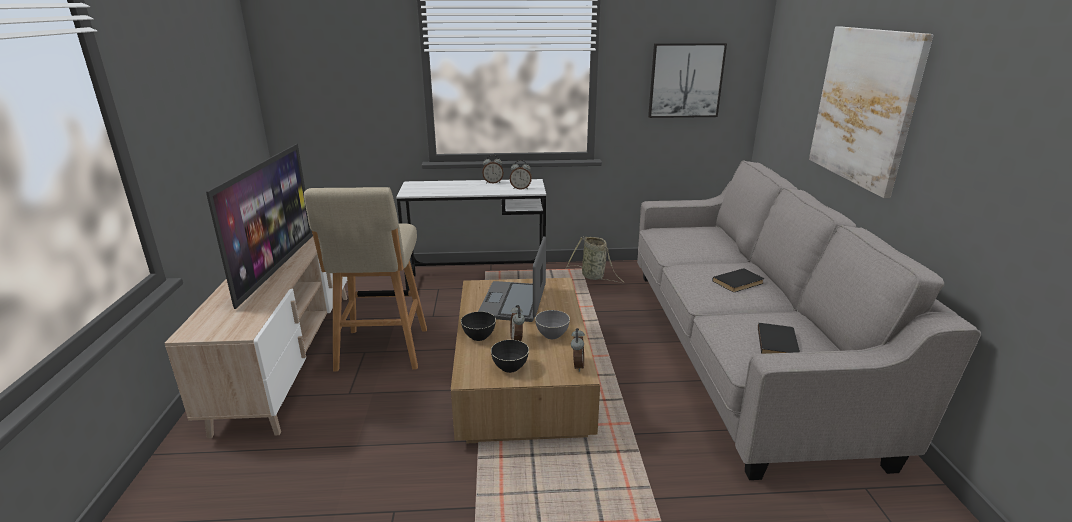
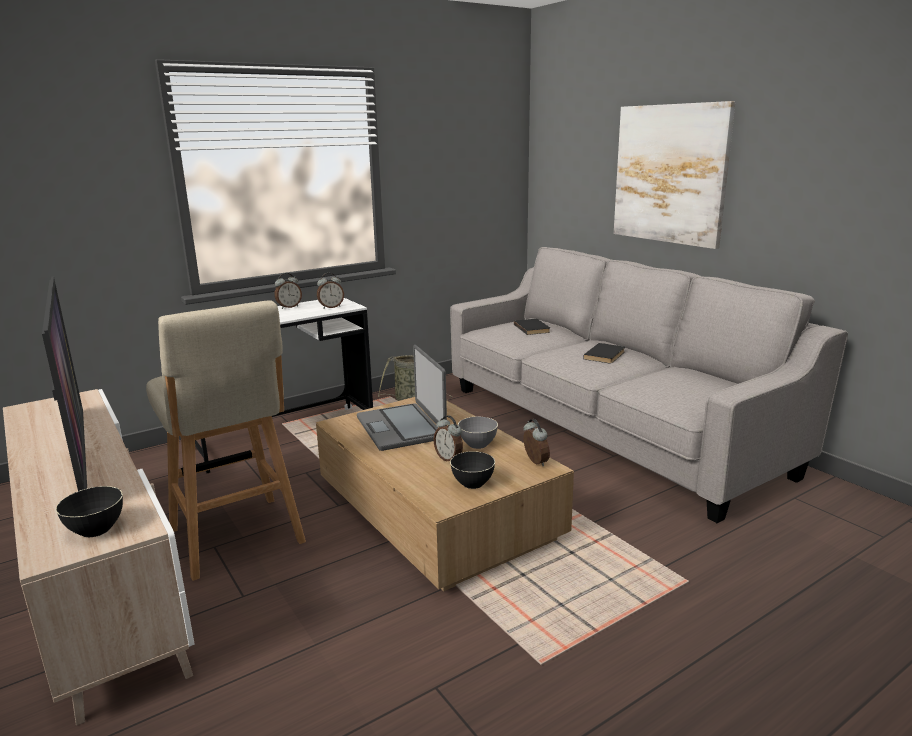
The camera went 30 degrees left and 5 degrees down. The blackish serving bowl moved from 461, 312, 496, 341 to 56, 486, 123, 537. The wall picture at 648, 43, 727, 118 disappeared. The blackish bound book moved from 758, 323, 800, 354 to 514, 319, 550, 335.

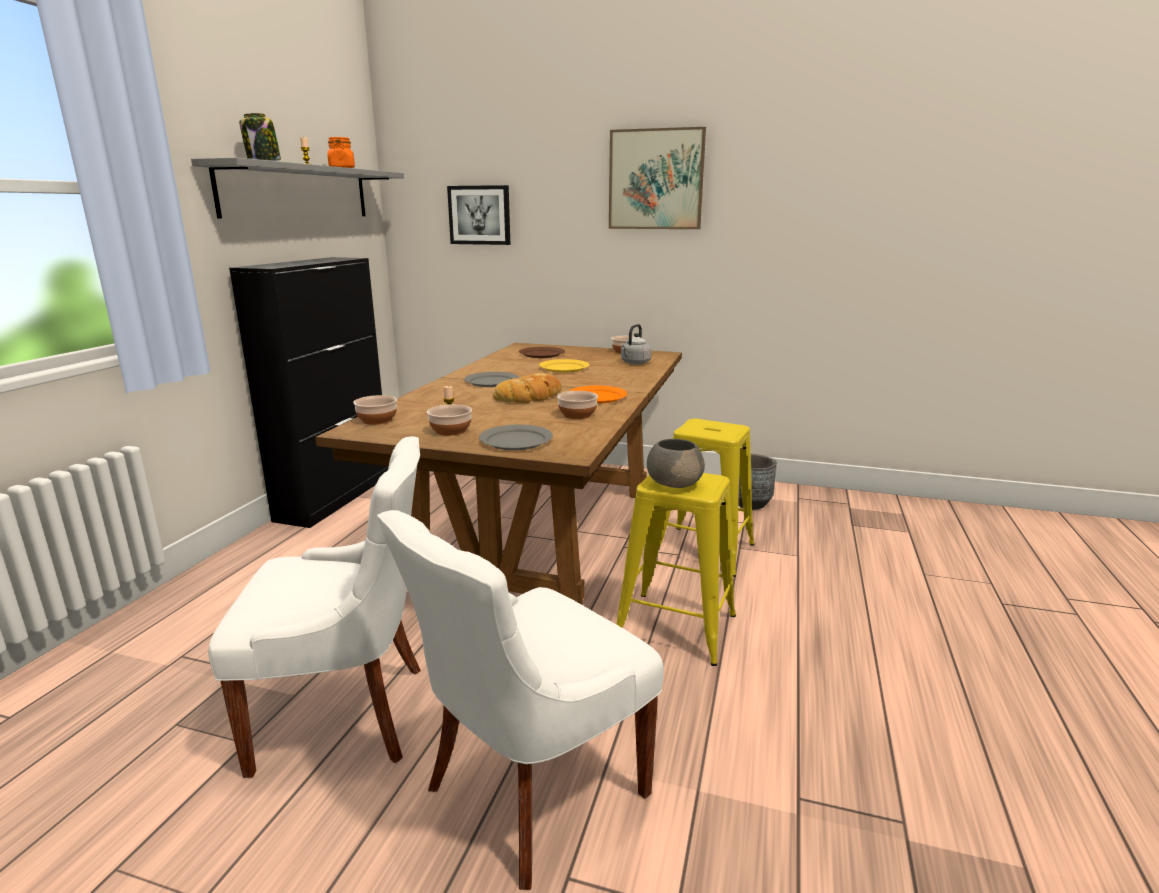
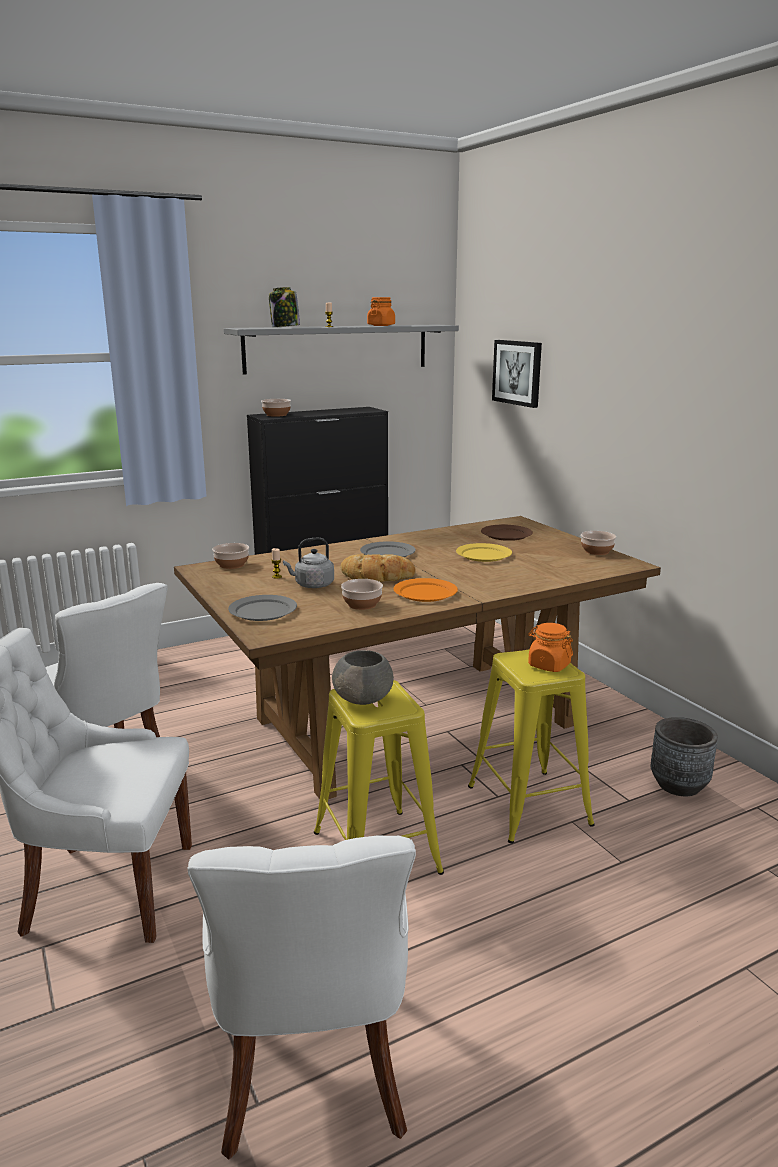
The camera went 45 degrees right and 0 degrees up. The serving bowl moved from 427, 404, 472, 436 to 261, 399, 291, 417. The wall picture at 609, 127, 706, 229 disappeared. The gray kettle moved from 621, 324, 652, 364 to 283, 538, 334, 588. The whitish plain chair at 187, 836, 416, 1160 appeared. The orangey storage jar at 528, 623, 573, 672 appeared.

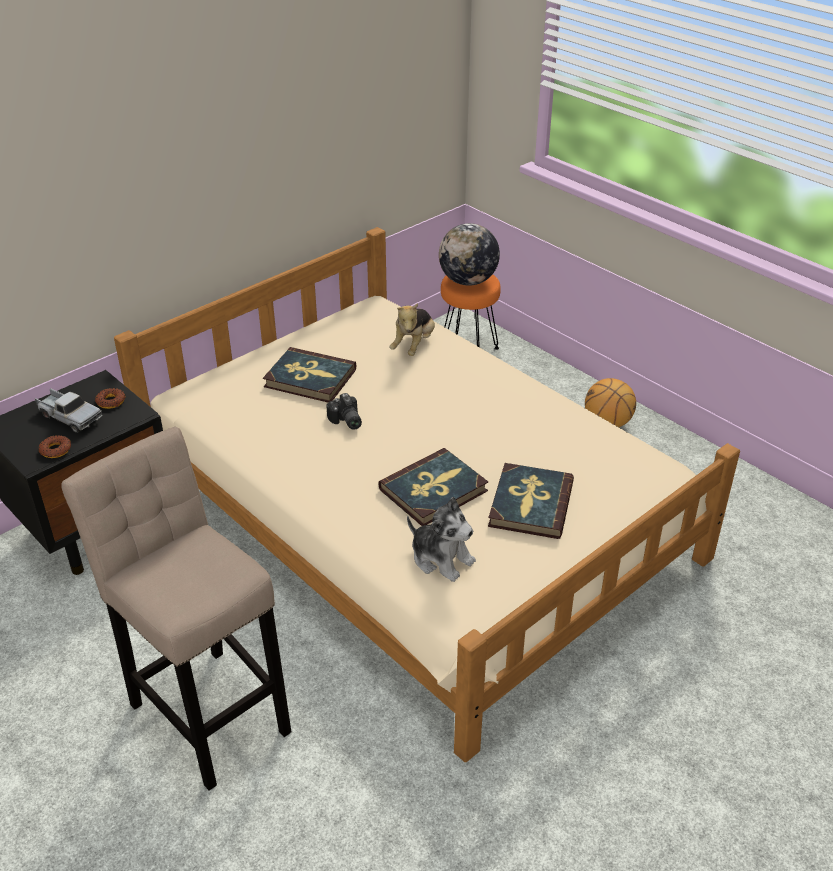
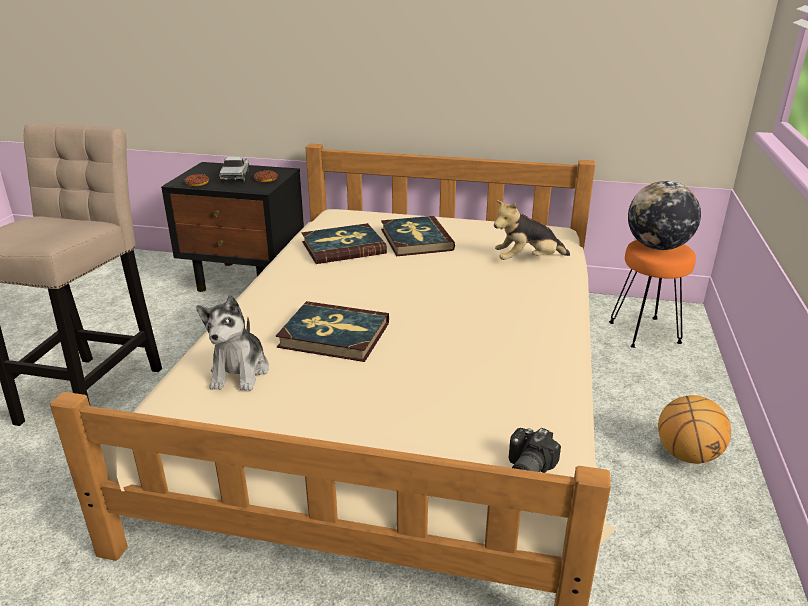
The camera went 55 degrees right and 10 degrees down. The photo camera moved from 326, 393, 362, 430 to 509, 428, 561, 473. The bound book moved from 488, 463, 574, 539 to 302, 223, 387, 264.

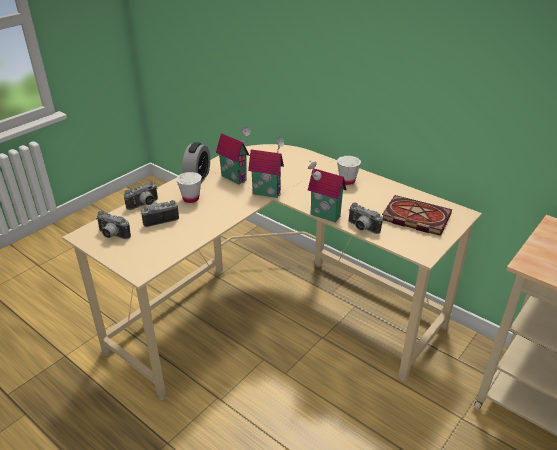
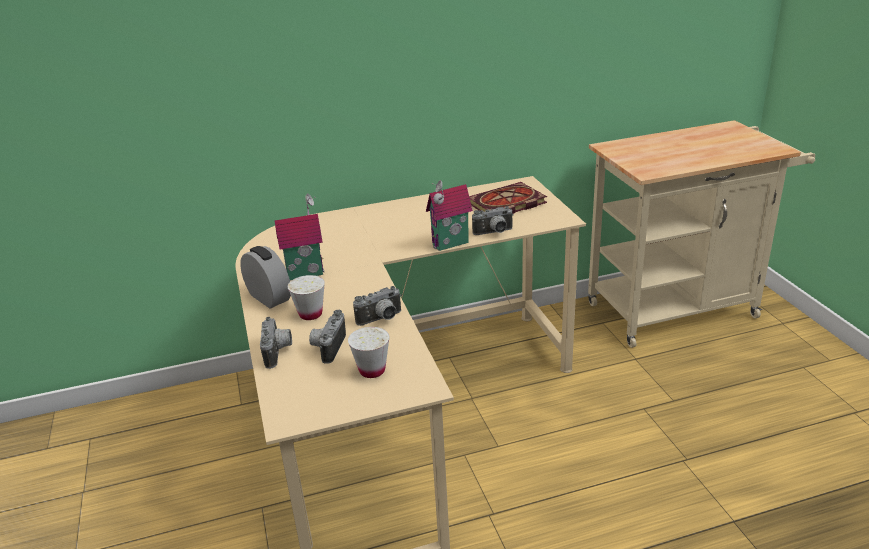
The camera went 55 degrees left and 5 degrees down. The photo camera moved from 97, 210, 131, 239 to 353, 286, 401, 326. The model house at 248, 137, 284, 198 disappeared. The whitish drinking cup moved from 337, 156, 361, 185 to 348, 327, 389, 378.

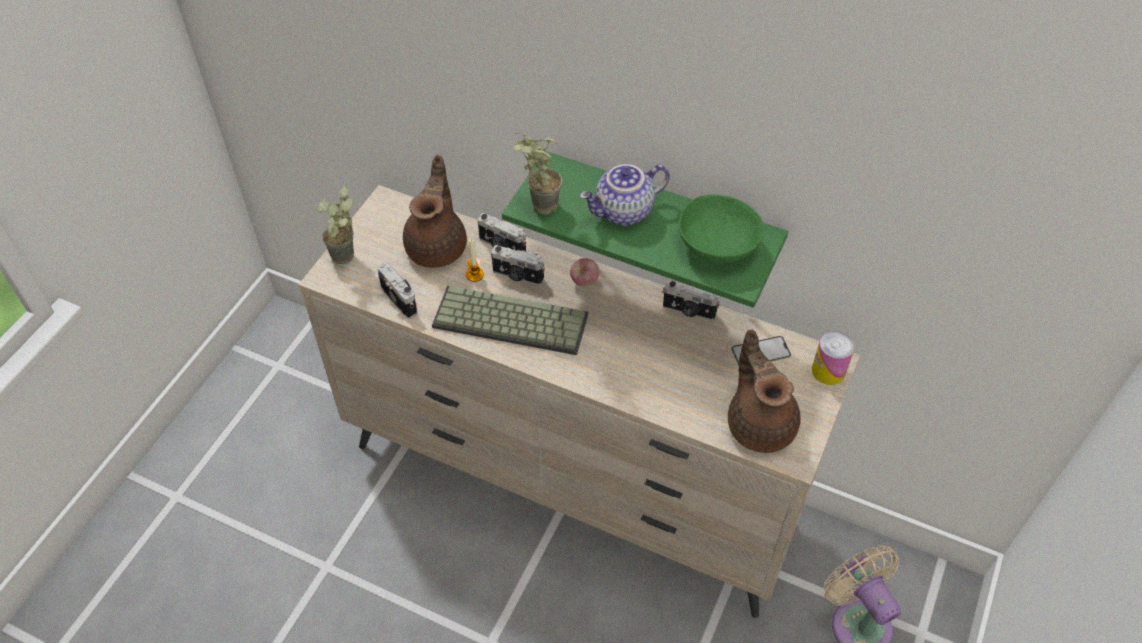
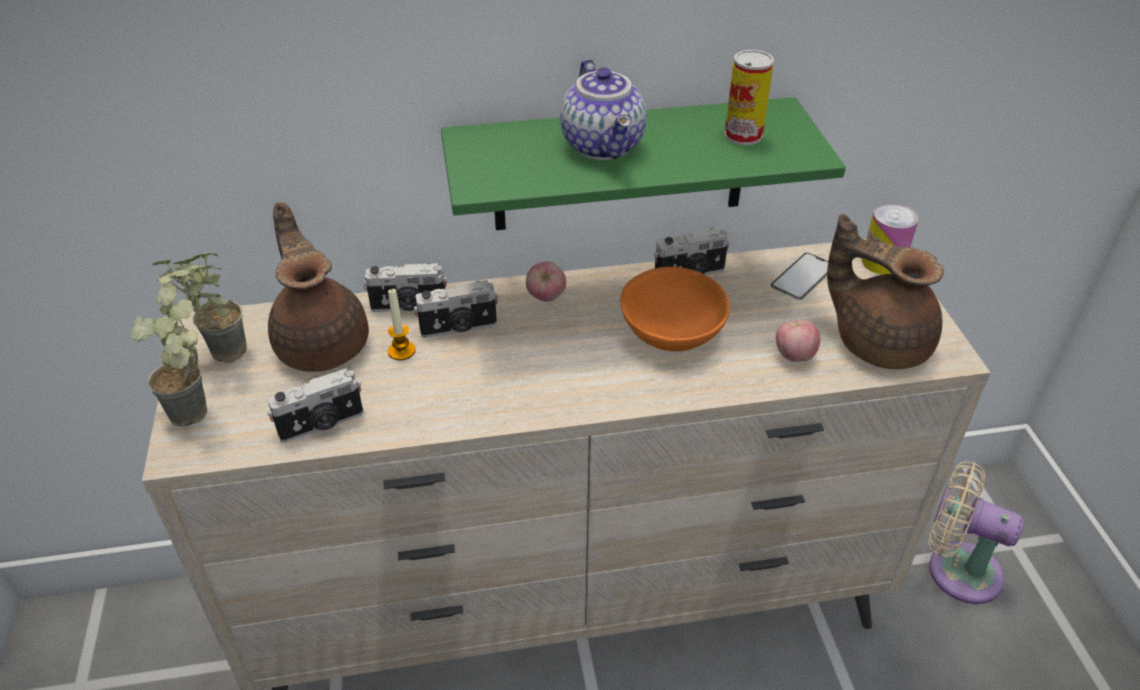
The camera went 35 degrees left and 10 degrees down. The photo camera at 378, 263, 418, 319 turned 135 degrees clockwise. The keyboard at 432, 286, 588, 355 disappeared. The potted plant moved from 514, 133, 562, 215 to 152, 252, 247, 363. The teapot at 580, 164, 670, 226 turned 45 degrees counterclockwise. The greenish serving bowl at 678, 194, 764, 263 was replaced by the can at 725, 50, 774, 145. The orangey serving bowl at 620, 267, 730, 352 appeared. The apple fruit at 776, 320, 820, 362 appeared.

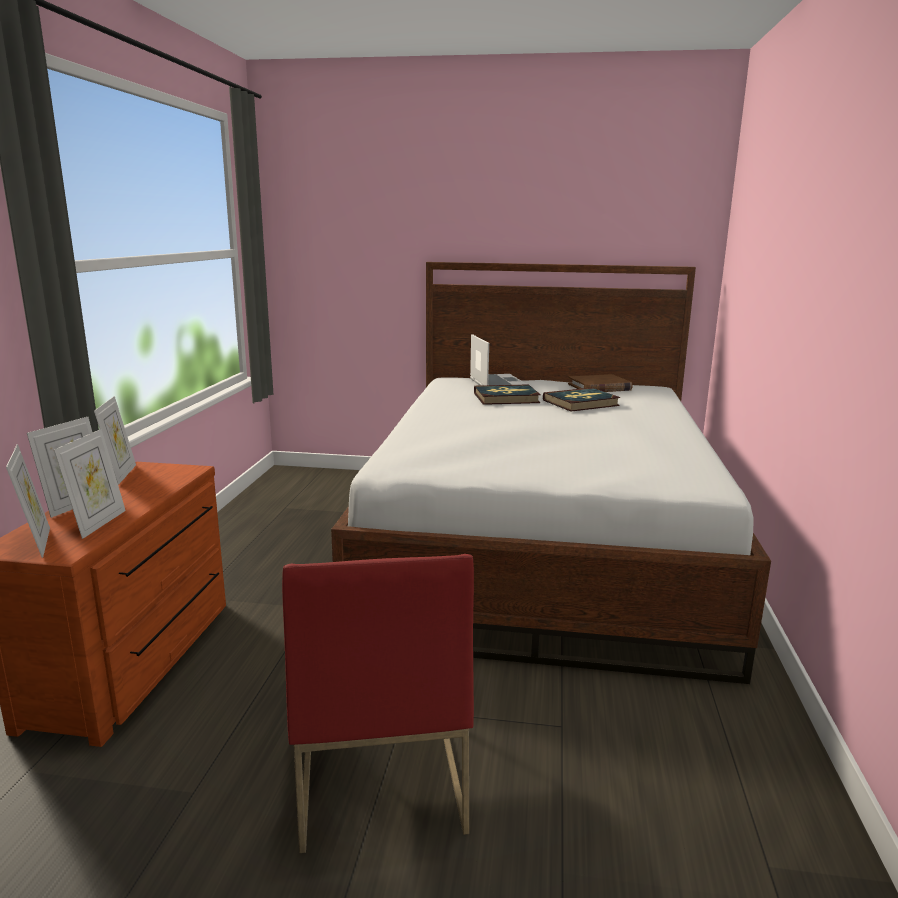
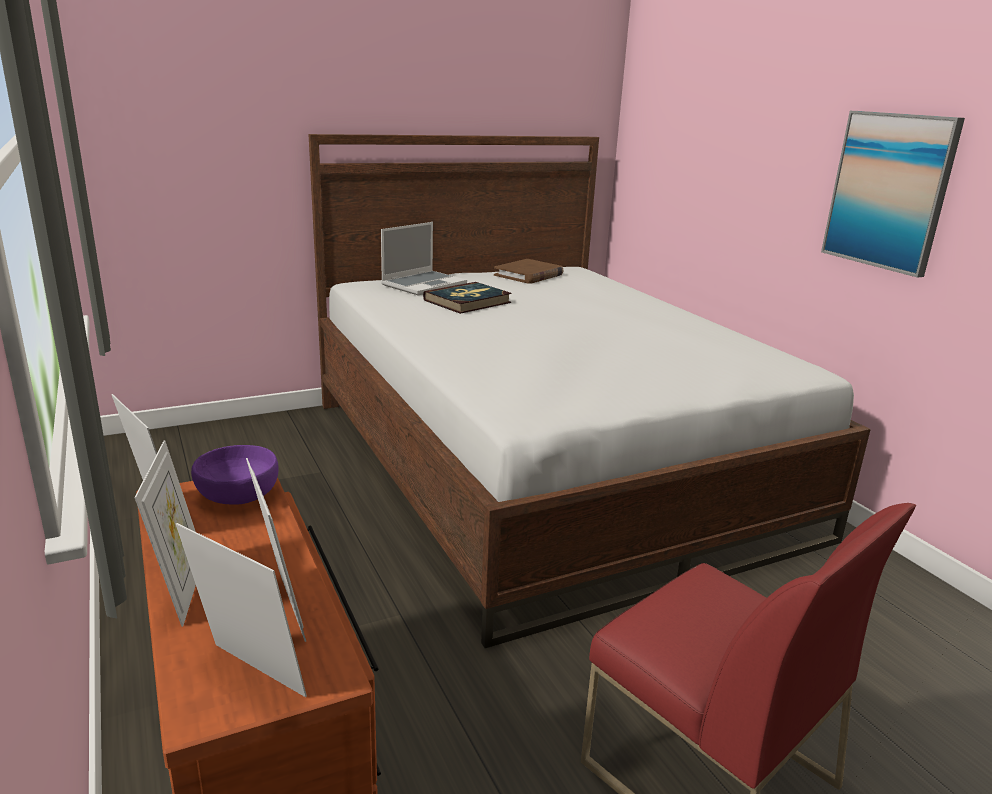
The camera went 35 degrees left and 5 degrees up. The notebook computer at 470, 334, 527, 386 turned 90 degrees clockwise. The bound book at 543, 388, 620, 412 disappeared. The purple-coloured serving bowl at 191, 445, 278, 505 appeared. The wall picture at 821, 111, 965, 278 appeared.

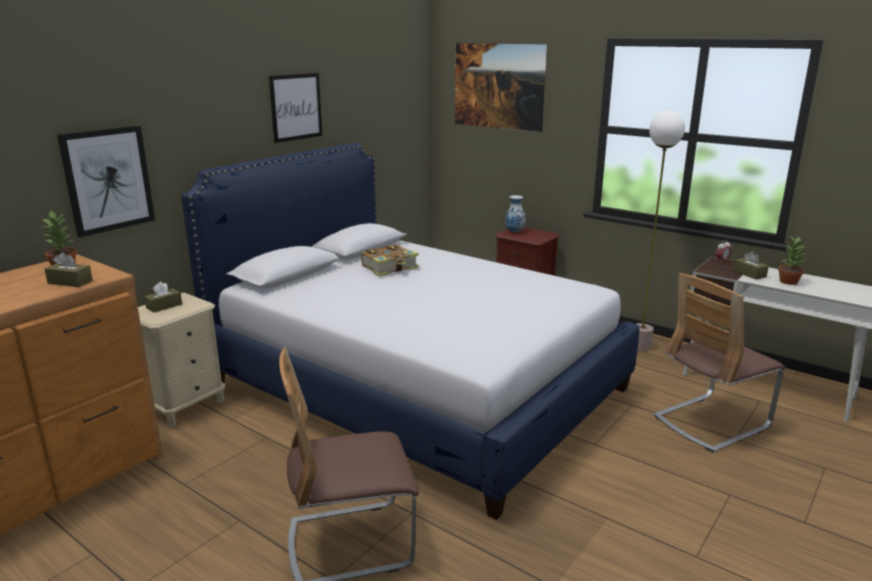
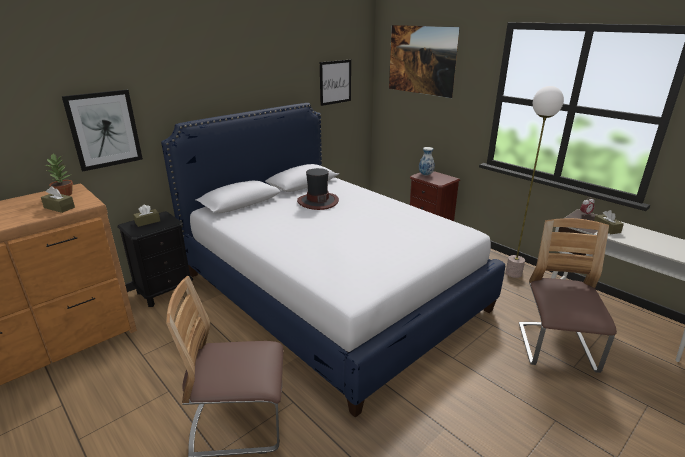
The camera went 10 degrees right and 5 degrees up. The beige night table at 138, 292, 225, 427 became the blackish night table at 117, 211, 193, 307. The wall picture moved from 269, 73, 322, 143 to 320, 60, 351, 106. The bound book at 361, 244, 419, 277 was replaced by the wearable hat at 297, 168, 339, 210. The plain chair at 654, 273, 785, 452 turned 120 degrees clockwise. The potted plant at 778, 236, 806, 285 disappeared.

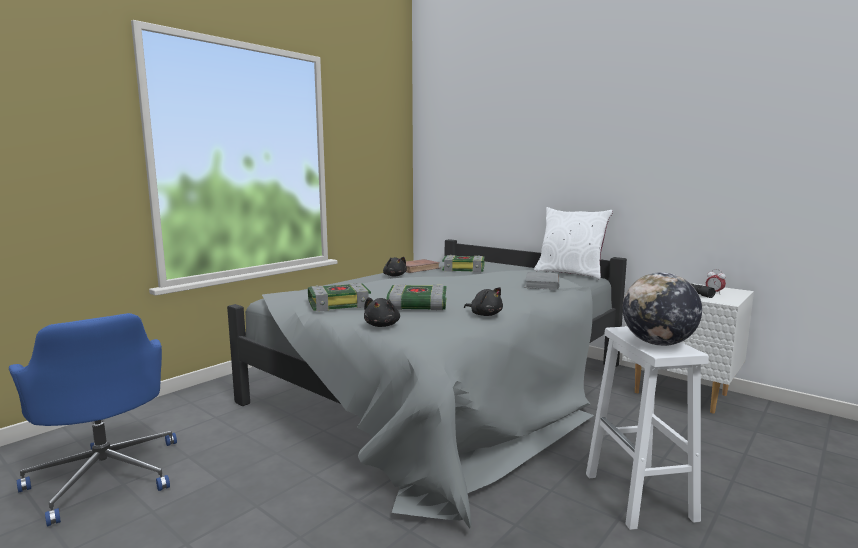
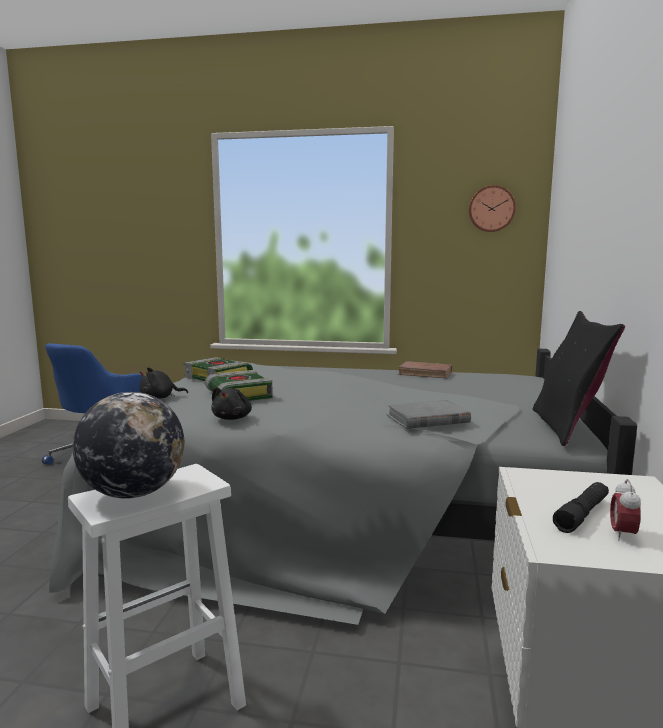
The camera went 60 degrees right and 0 degrees up. The blackish cuddly toy at 383, 257, 407, 277 disappeared. The bound book at 442, 255, 485, 272 disappeared. The whitish pillow at 534, 207, 613, 279 became the blackish pillow at 533, 311, 625, 446. The wall clock at 469, 185, 516, 232 appeared.

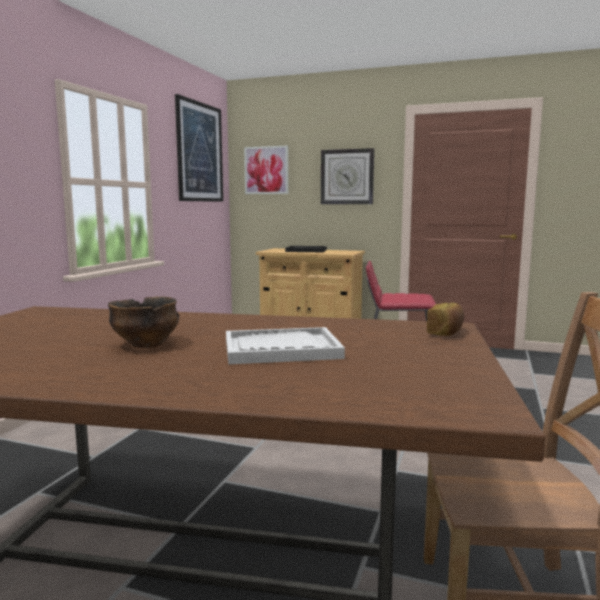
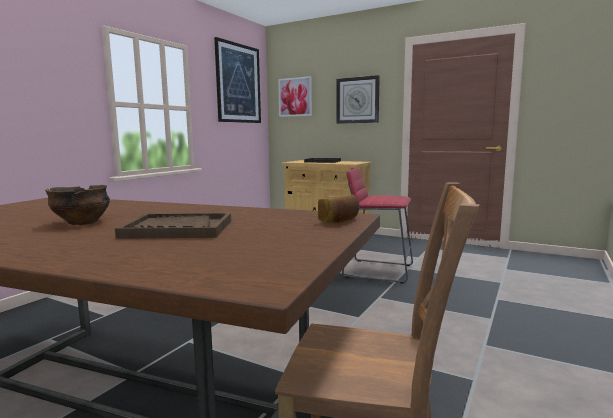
The camera went 10 degrees right and 0 degrees up. The whitish tray at 226, 327, 345, 364 became the brown-coloured tray at 115, 213, 231, 239.

